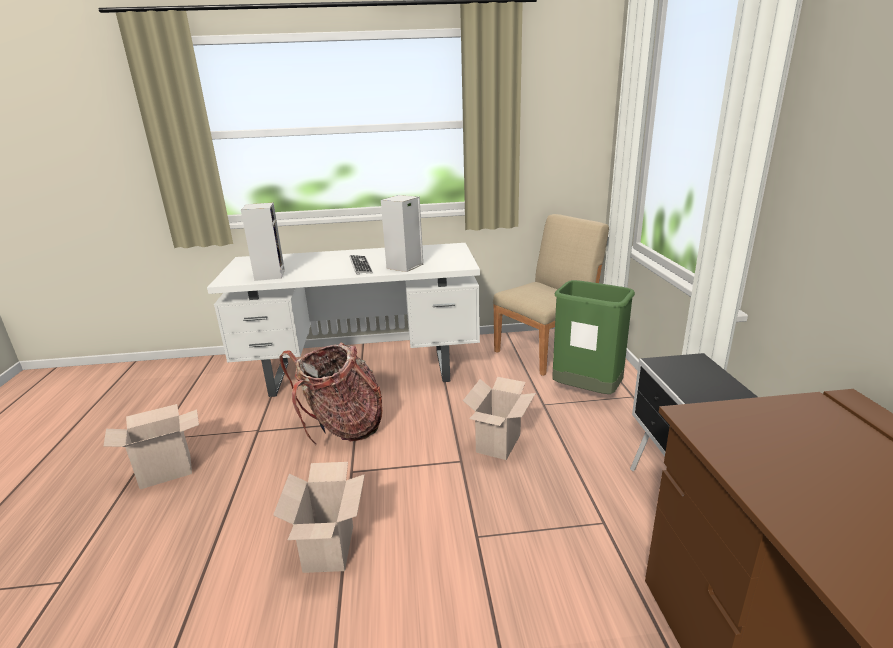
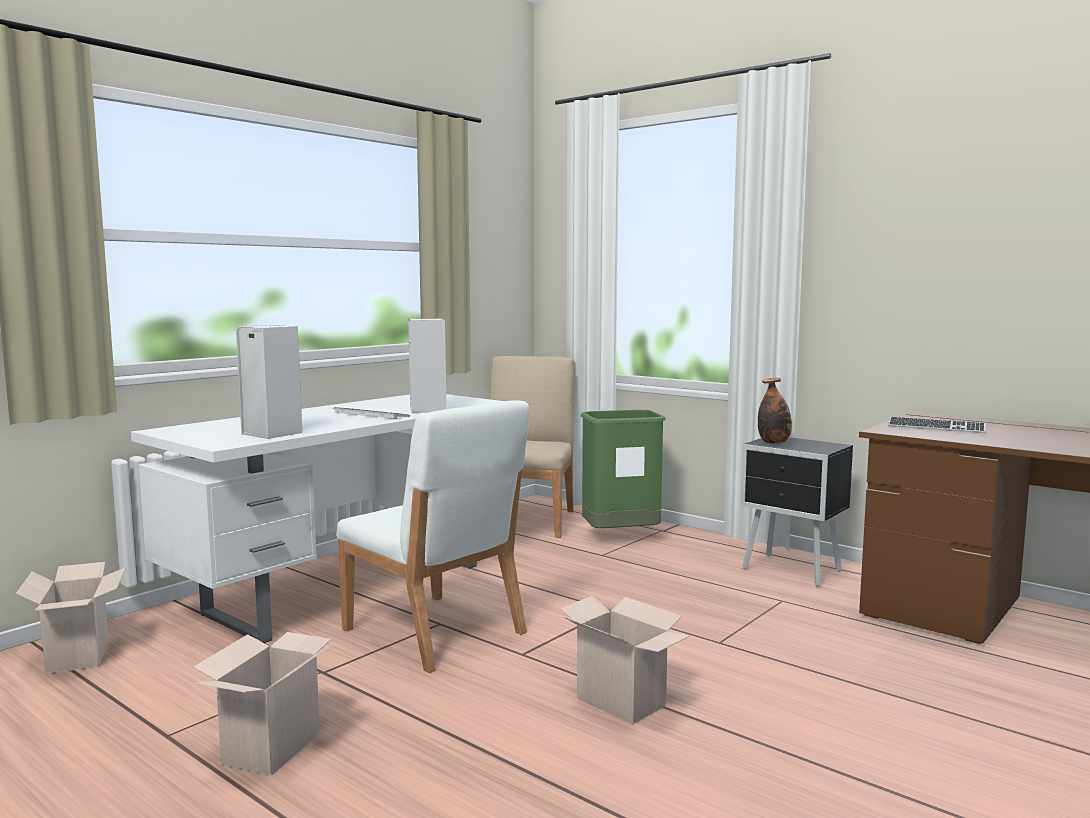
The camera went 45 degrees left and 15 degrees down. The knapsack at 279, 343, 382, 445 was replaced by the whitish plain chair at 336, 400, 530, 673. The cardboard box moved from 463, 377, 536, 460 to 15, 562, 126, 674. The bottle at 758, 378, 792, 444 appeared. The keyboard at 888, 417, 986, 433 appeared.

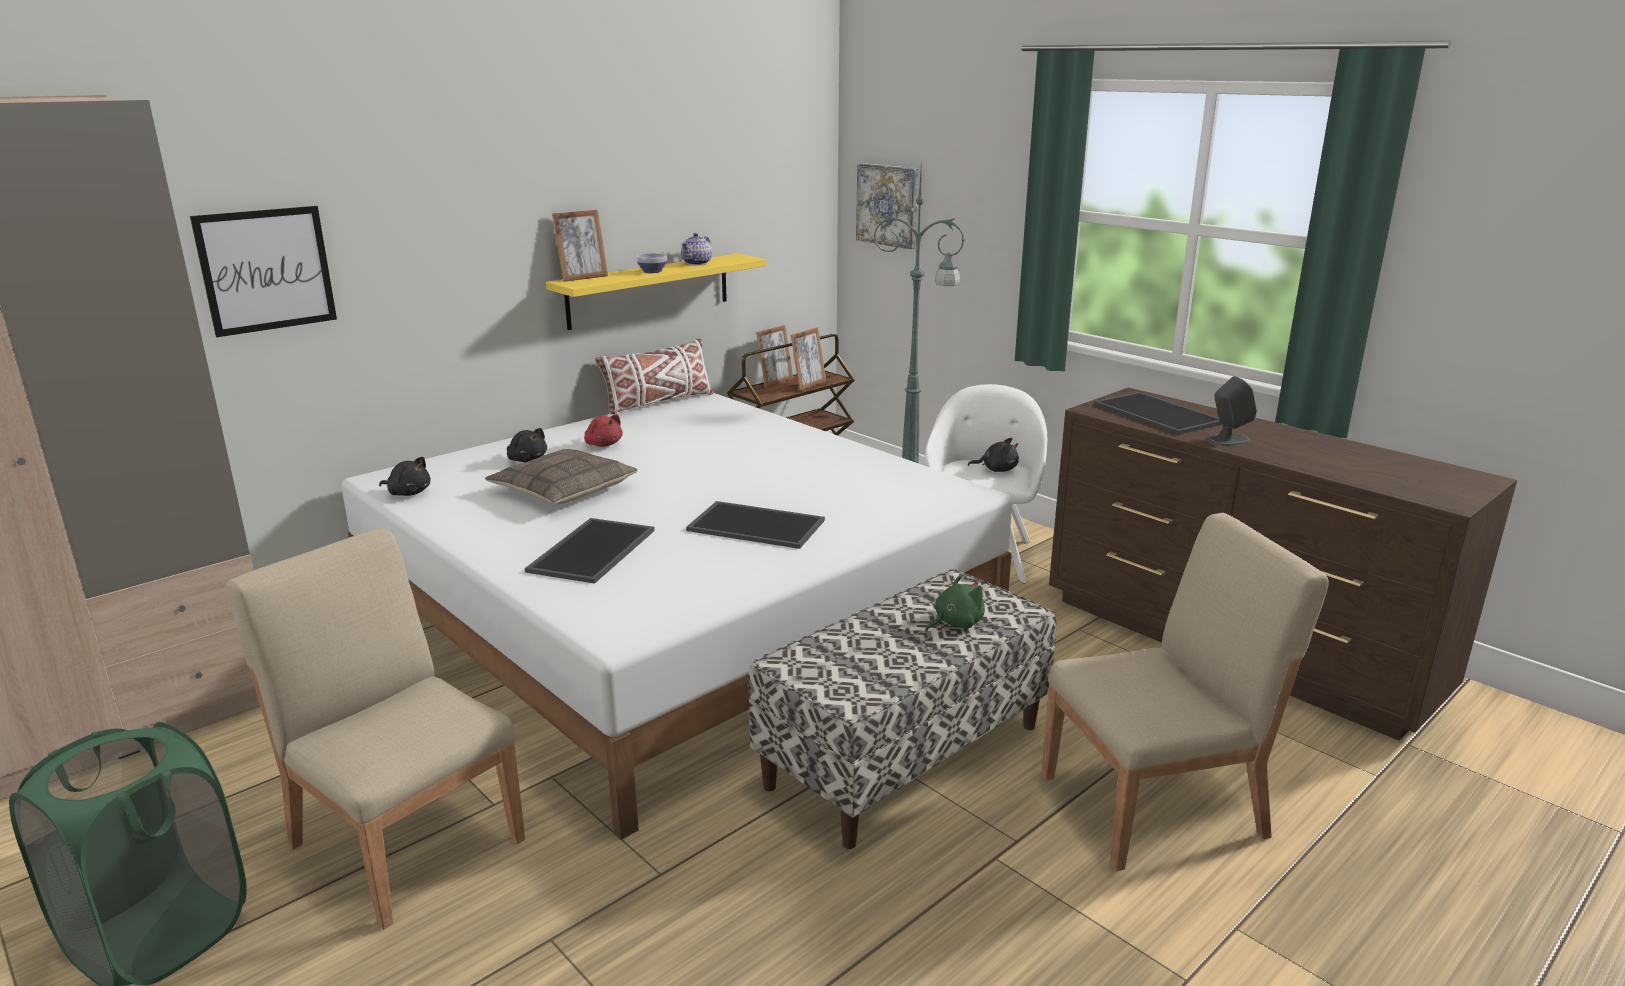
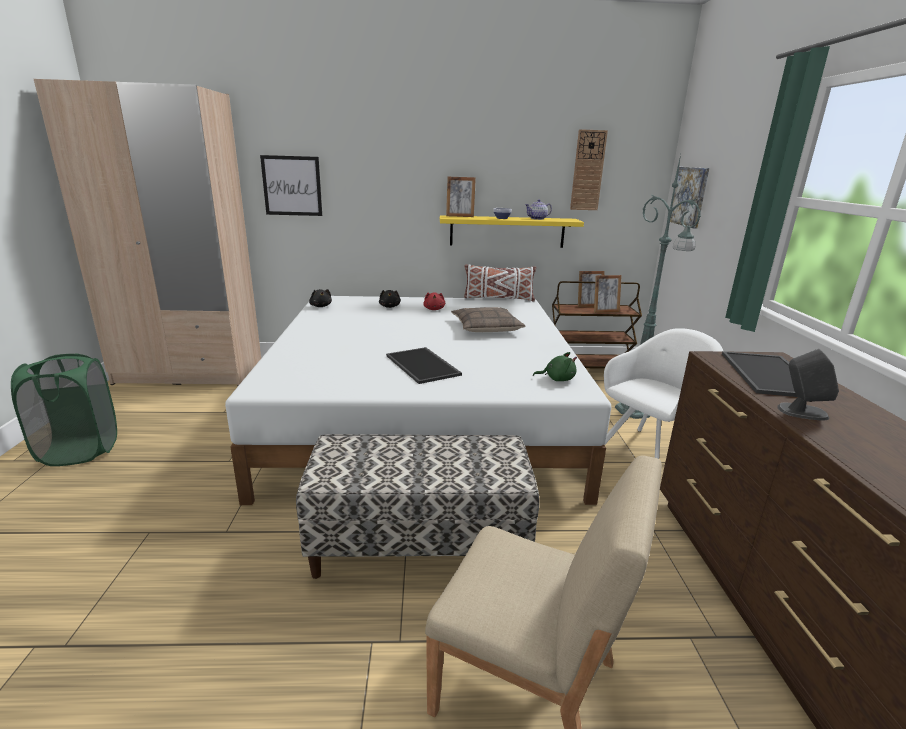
The camera went 40 degrees right and 0 degrees up. The beige plain chair at 226, 528, 525, 930 disappeared. The pillow moved from 485, 449, 638, 504 to 451, 307, 526, 332. The tray at 525, 518, 655, 584 disappeared. The greenish cuddly toy moved from 925, 575, 985, 632 to 533, 352, 577, 381. The blackish cuddly toy at 968, 438, 1019, 472 disappeared. The wall clock at 570, 129, 608, 210 appeared.

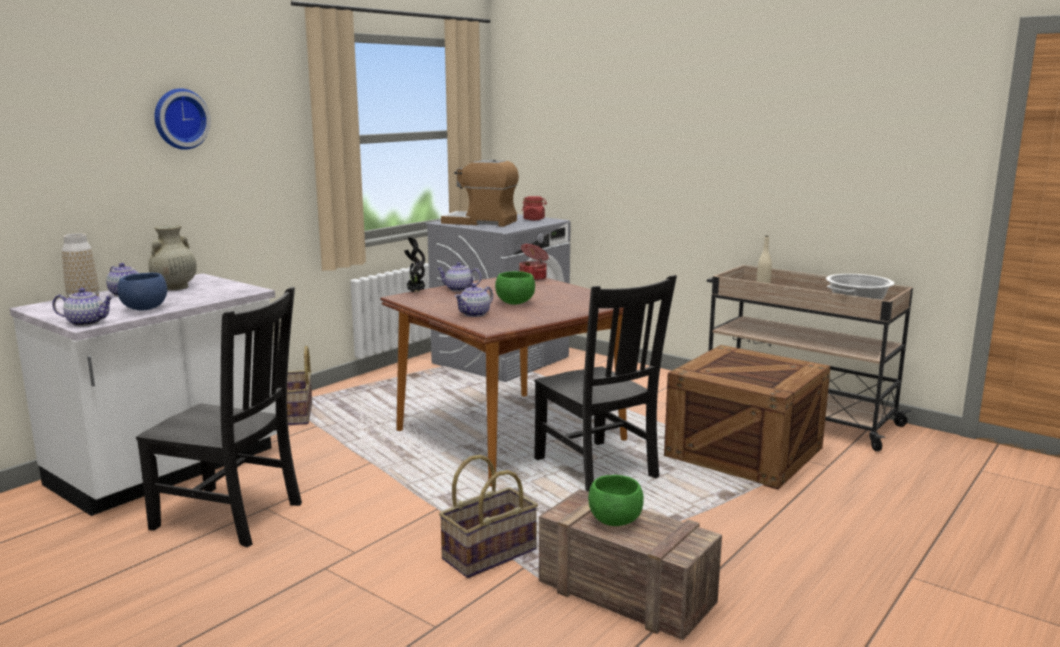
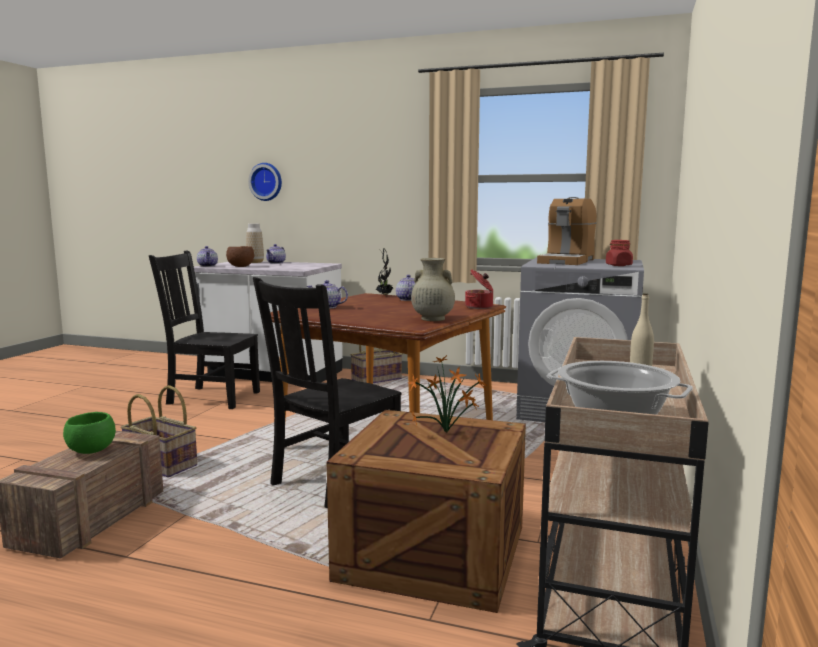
The camera went 70 degrees right and 5 degrees down. The blue-coloured serving bowl at 118, 273, 167, 310 became the brown-coloured serving bowl at 226, 246, 254, 267. The blackish plain chair at 136, 287, 302, 547 turned 105 degrees clockwise. The beige flower vase moved from 148, 225, 197, 290 to 411, 258, 455, 321. The wall clock moved from 154, 88, 211, 150 to 248, 163, 282, 201. The coffee maker at 441, 160, 519, 227 turned 150 degrees counterclockwise. The greenish serving bowl at 495, 271, 535, 305 disappeared. The potted plant at 408, 355, 487, 432 appeared.

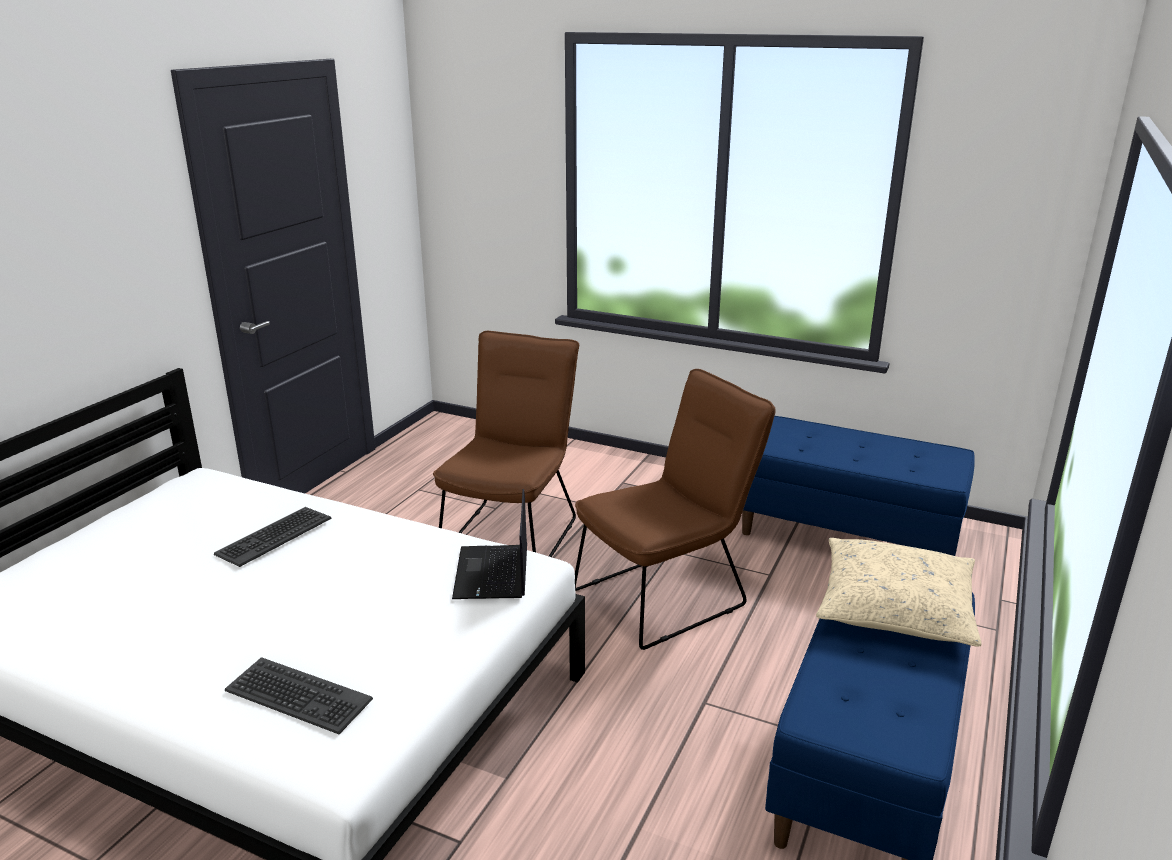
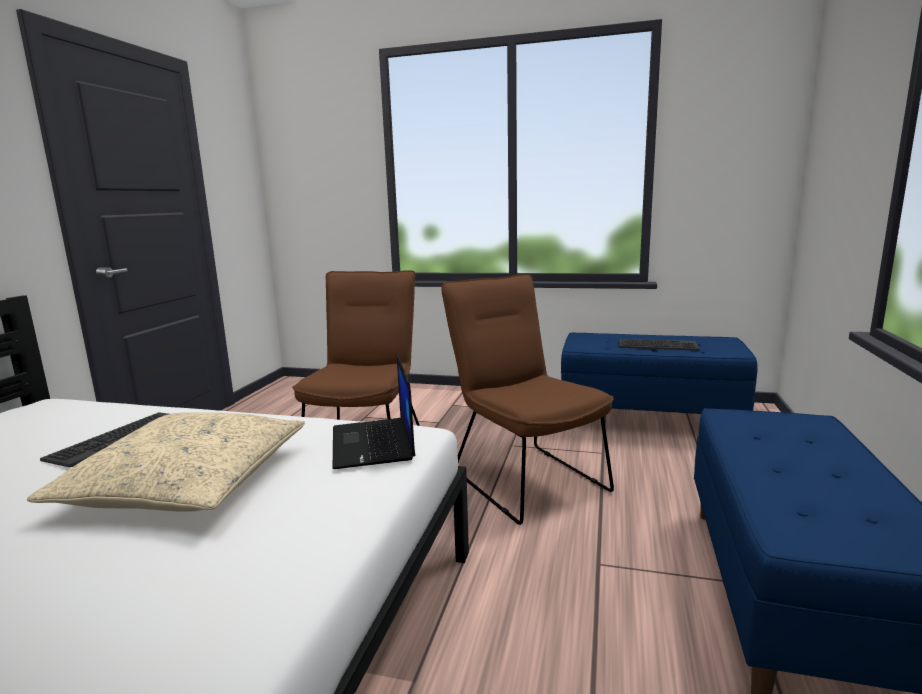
The camera went 10 degrees left and 10 degrees down. The keyboard moved from 225, 657, 373, 734 to 619, 339, 700, 351. The brown-coloured plain chair at 575, 369, 775, 650 turned 75 degrees counterclockwise. The beige pillow moved from 816, 538, 982, 647 to 27, 412, 305, 512.

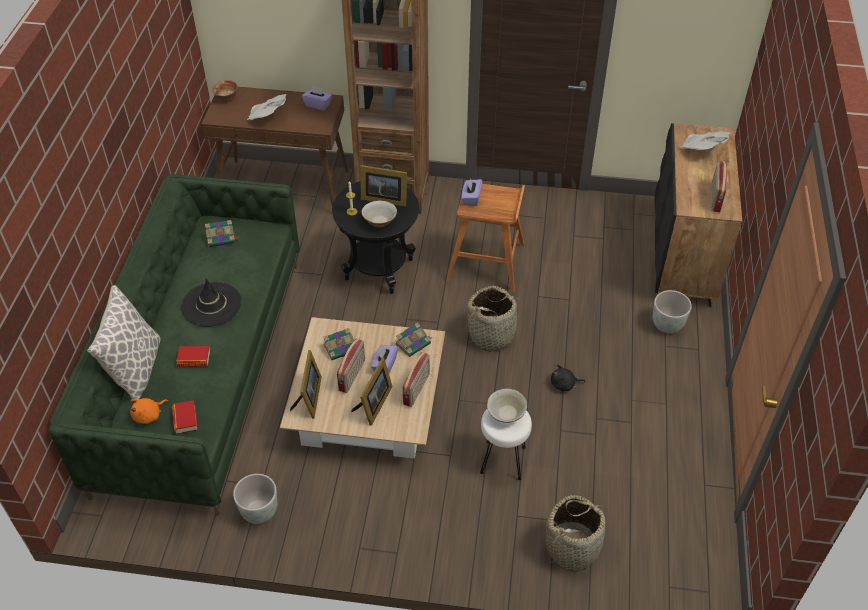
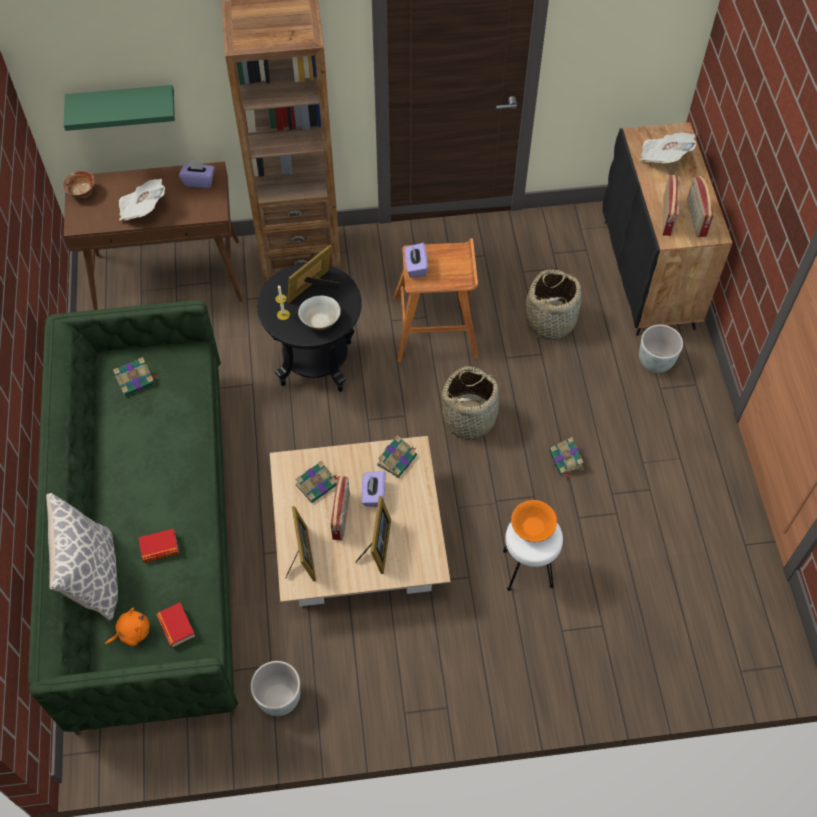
The camera went 15 degrees left and 10 degrees up. The orangey cuddly toy at 130, 398, 168, 424 turned 150 degrees counterclockwise. The blackish wearable hat at 181, 279, 241, 327 disappeared. The picture frame at 361, 165, 407, 207 turned 135 degrees clockwise. The radio receiver moved from 403, 352, 430, 407 to 662, 175, 680, 236. The beige serving bowl at 487, 388, 527, 423 became the orangey serving bowl at 511, 500, 557, 542. The basket moved from 545, 495, 607, 572 to 526, 269, 581, 340. The blackish cuddly toy at 551, 365, 585, 391 was replaced by the bound book at 549, 437, 584, 478. The greenish shelf at 64, 85, 175, 131 appeared.

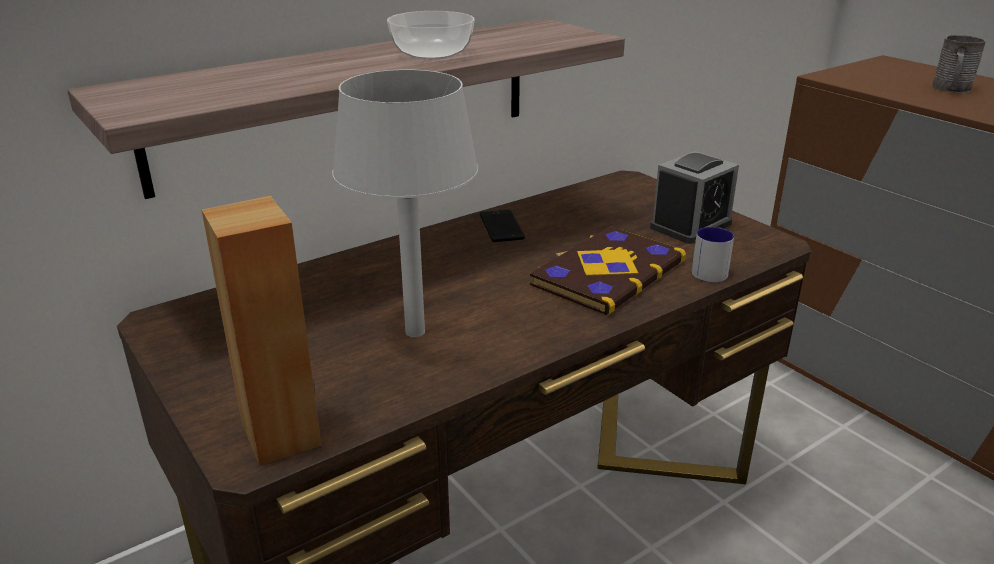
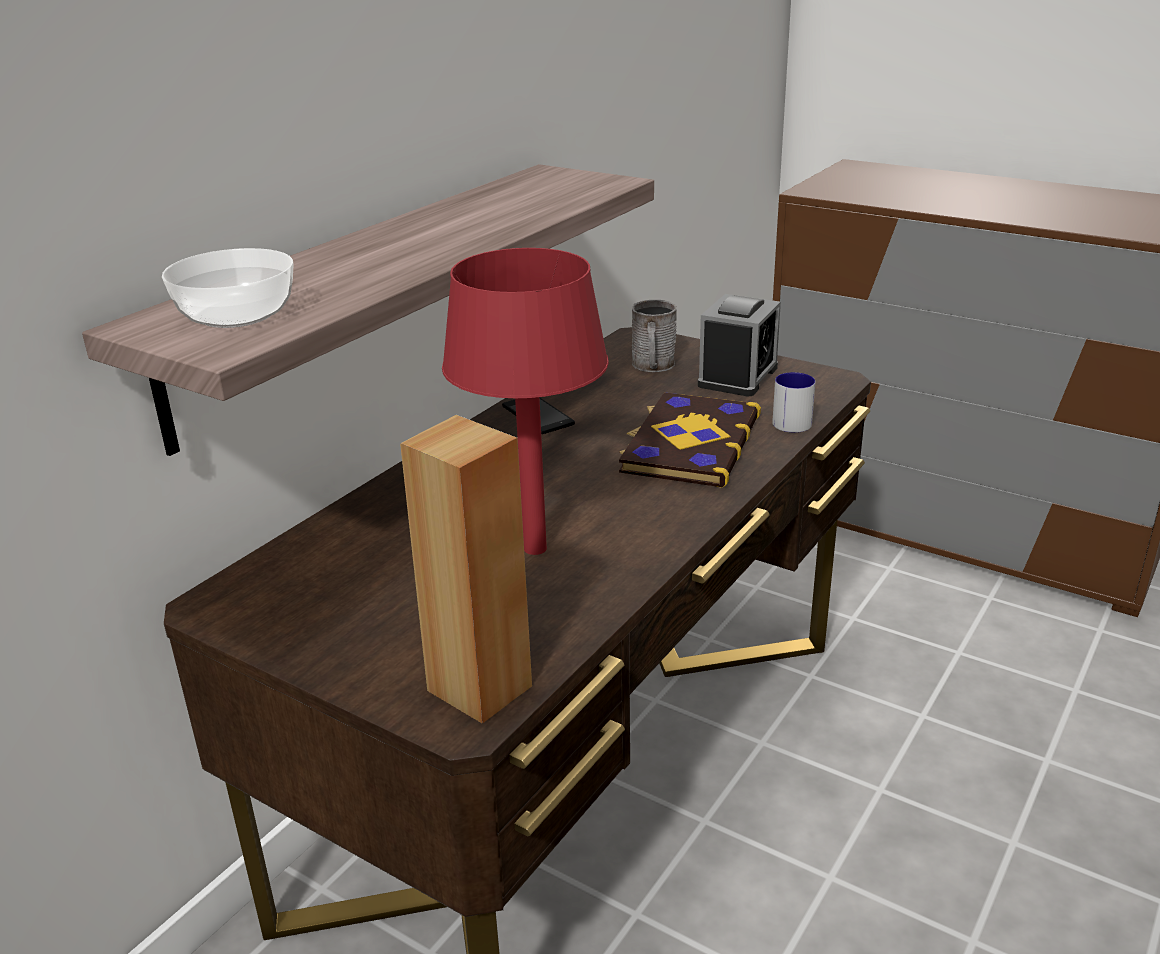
The camera went 20 degrees left and 0 degrees up. The gray lamp for a table at 332, 69, 479, 337 became the red-coloured lamp for a table at 442, 248, 609, 555. The serving bowl moved from 387, 11, 475, 60 to 162, 248, 294, 328. The gray mug moved from 932, 35, 986, 93 to 632, 300, 677, 372.

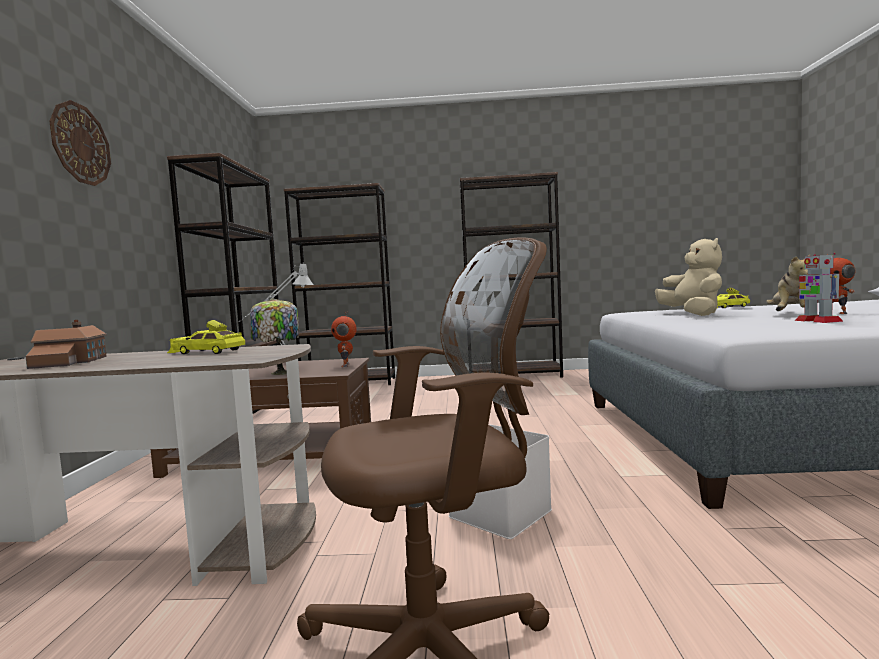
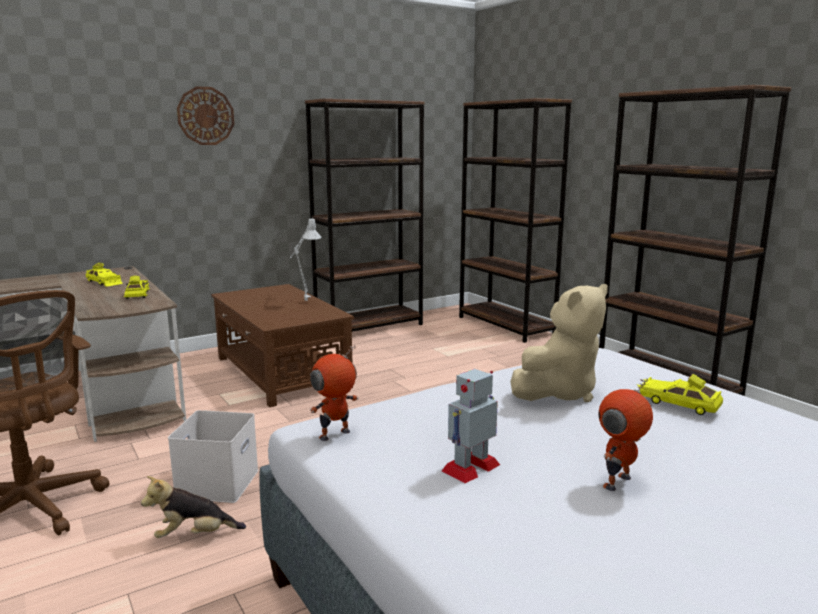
The camera went 55 degrees right and 10 degrees up. The model house at 25, 320, 107, 369 was replaced by the yellow miniature car at 86, 263, 123, 287. The lamp for a table at 250, 298, 299, 375 disappeared. The model robot moved from 331, 311, 357, 367 to 310, 345, 358, 441. The cuddly toy moved from 766, 254, 810, 311 to 141, 476, 246, 538.

